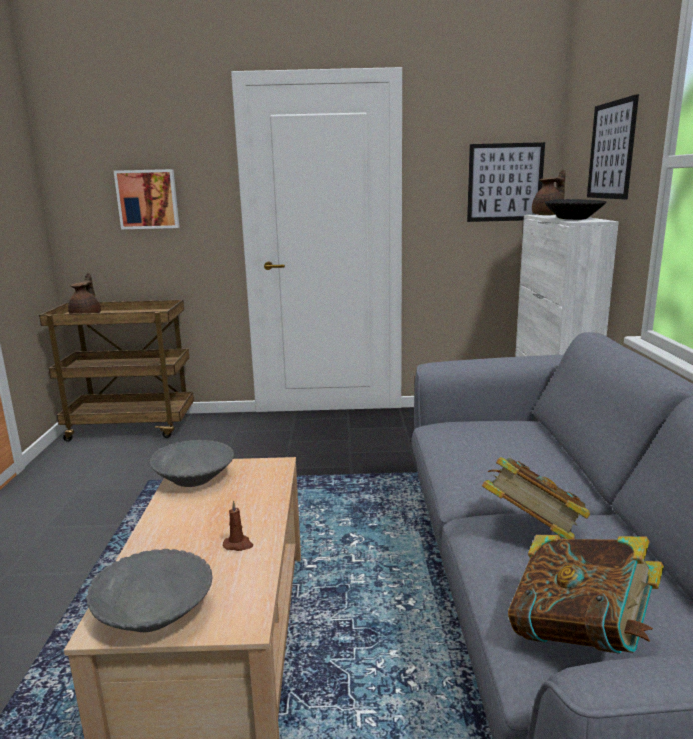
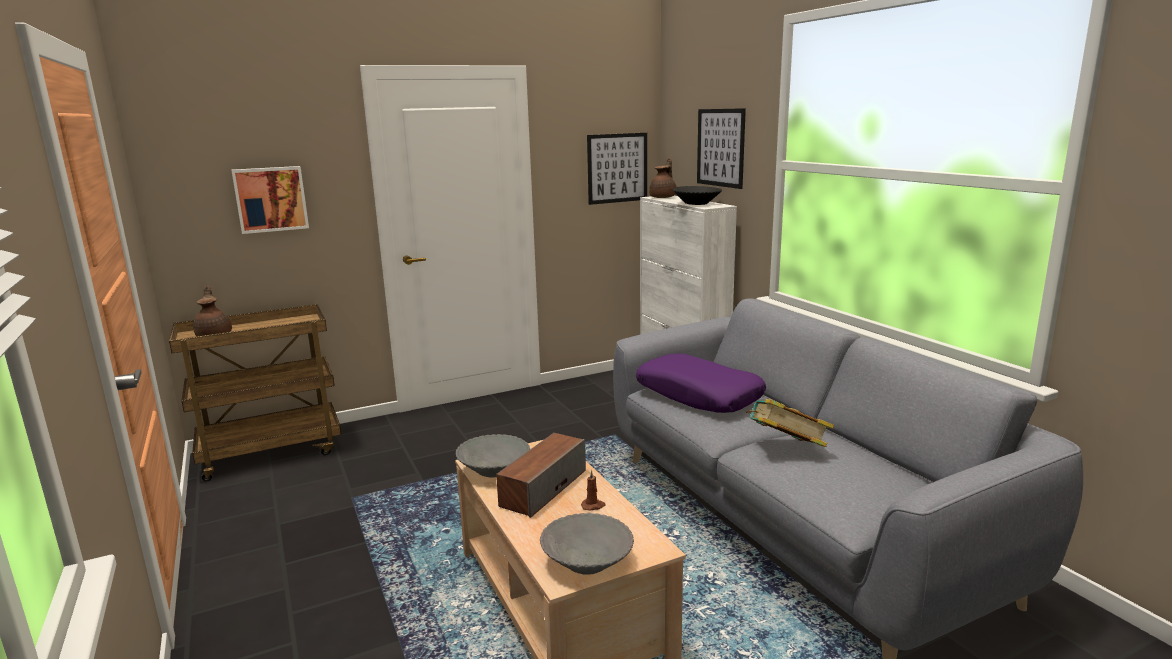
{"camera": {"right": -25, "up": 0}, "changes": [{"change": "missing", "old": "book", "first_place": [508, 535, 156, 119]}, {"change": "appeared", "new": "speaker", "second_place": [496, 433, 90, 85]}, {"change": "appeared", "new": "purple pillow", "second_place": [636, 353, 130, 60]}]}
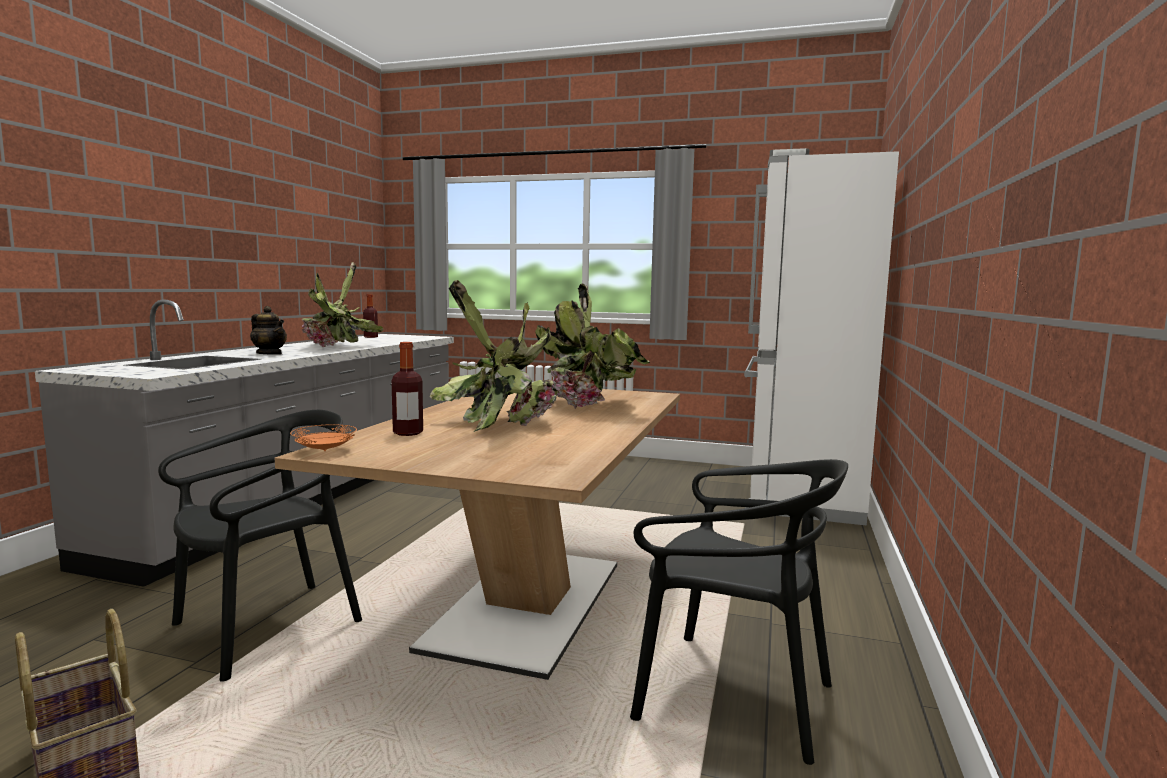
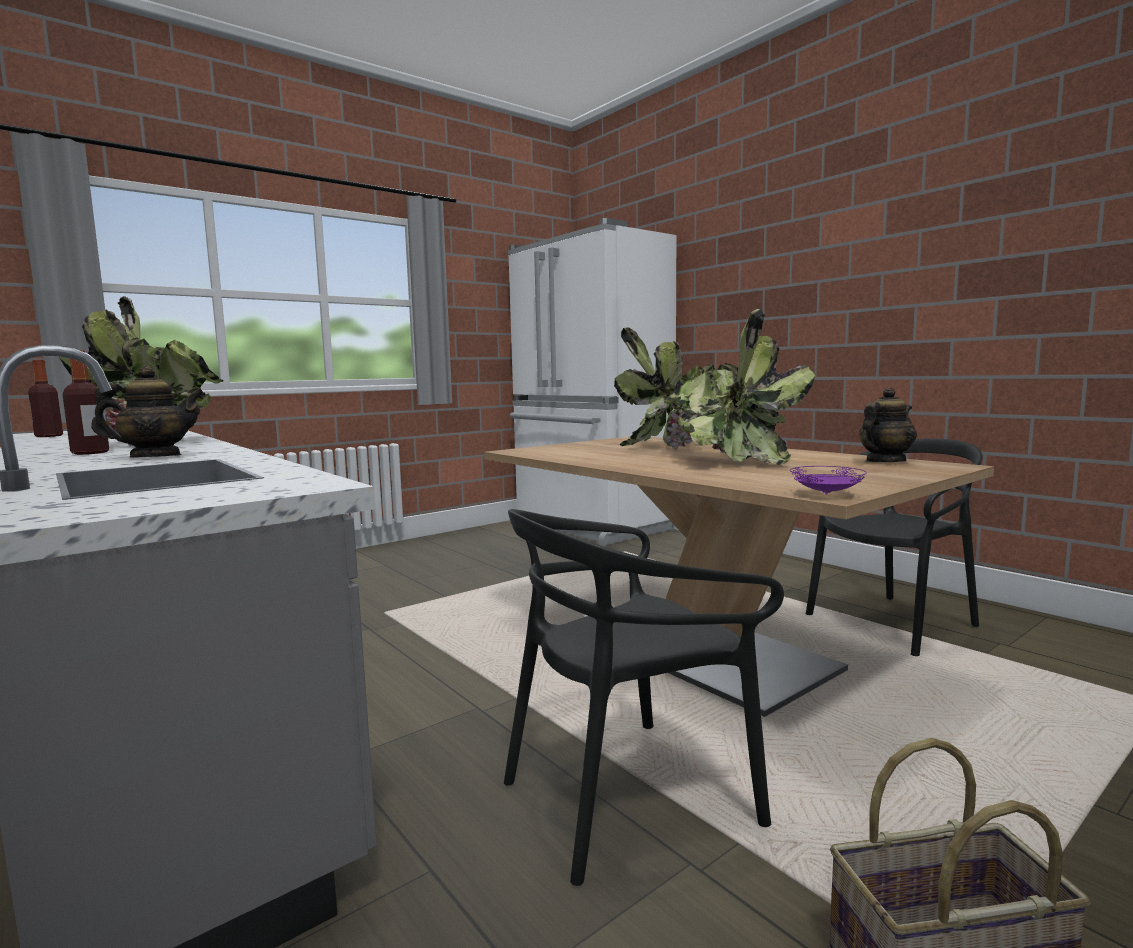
{"camera": {"right": -55, "up": 0}, "changes": [{"change": "appeared", "new": "teapot", "second_place": [859, 387, 58, 75]}, {"change": "relocated", "old": "bottle", "first_place": [391, 342, 32, 94], "second_place": [63, 350, 46, 105]}, {"change": "colour", "old": "orange plate", "new": "purple plate", "first_place": [290, 424, 67, 27], "second_place": [790, 466, 77, 29]}, {"change": "spun", "old": "black chair", "first_place": [158, 410, 204, 272], "second_place": [504, 509, 280, 377], "degrees": -105}]}
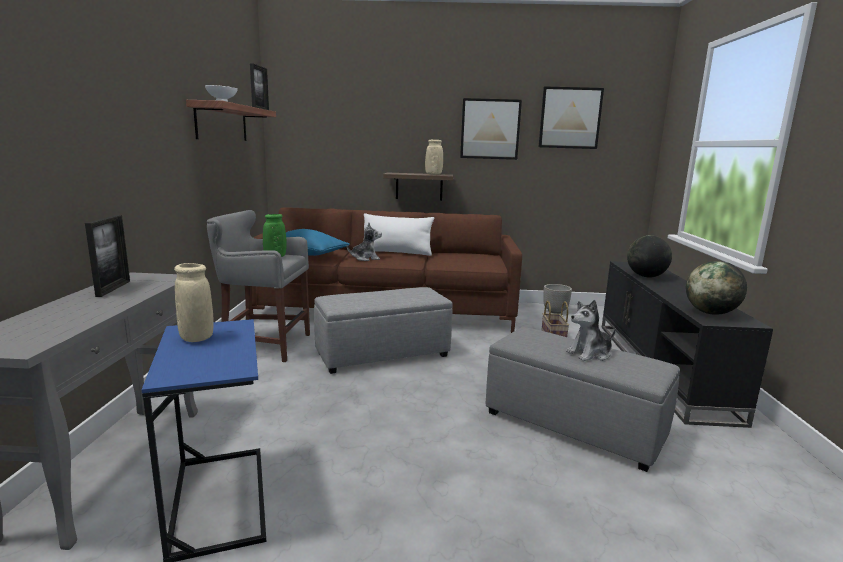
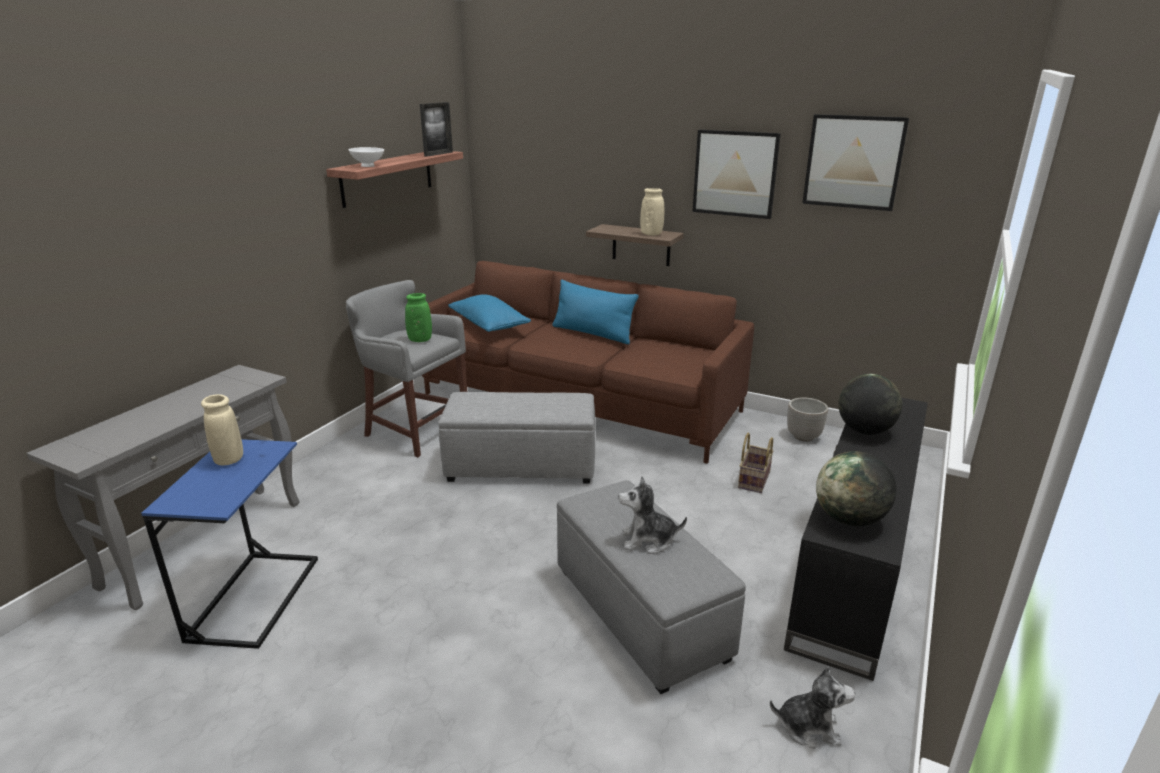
{"camera": {"right": 25, "up": 10}, "changes": [{"change": "missing", "old": "picture frame", "first_place": [85, 215, 45, 82]}, {"change": "relocated", "old": "plush toy", "first_place": [347, 223, 35, 38], "second_place": [770, 666, 85, 83]}, {"change": "colour", "old": "white pillow", "new": "blue pillow", "first_place": [364, 213, 70, 43], "second_place": [552, 279, 87, 65]}]}
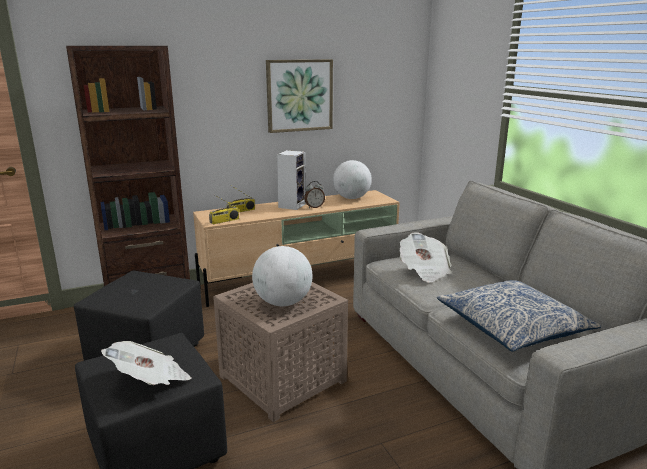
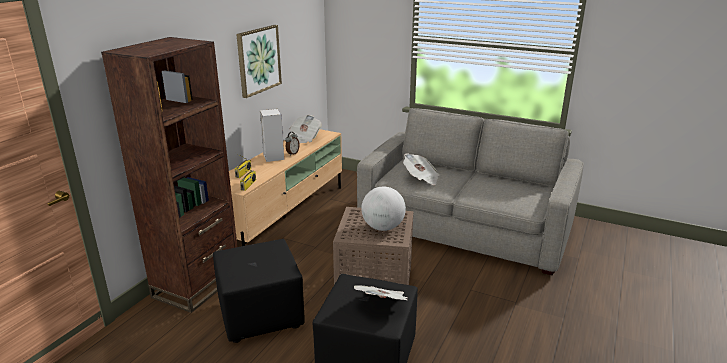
{"camera": {"right": -40, "up": 5}, "changes": [{"change": "missing", "old": "pillow", "first_place": [437, 280, 164, 72]}, {"change": "exchanged", "old": "globe", "new": "newspaper", "first_place": [333, 160, 39, 39], "second_place": [290, 115, 32, 29]}]}
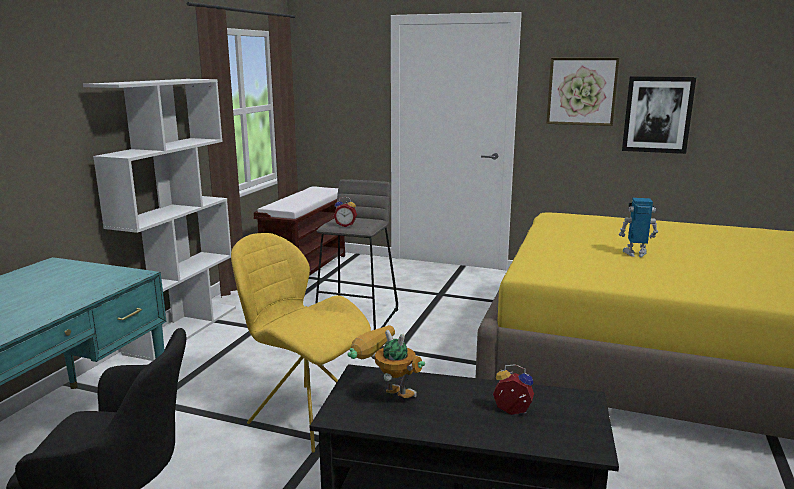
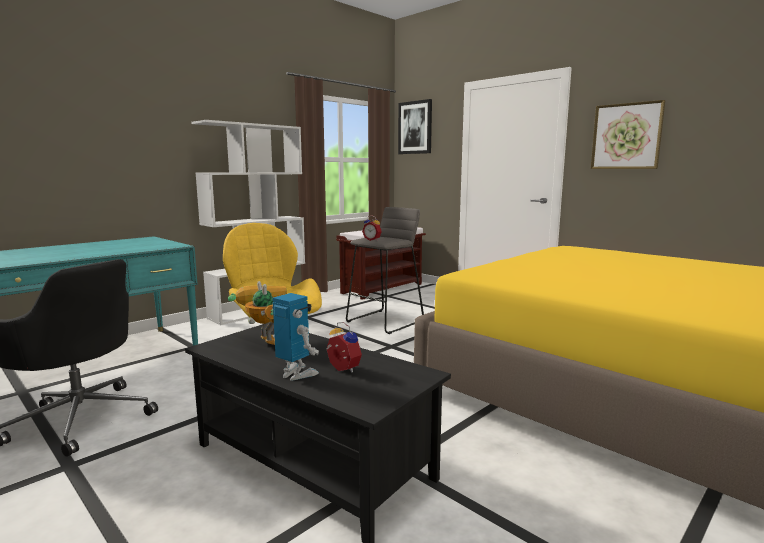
{"camera": {"right": 25, "up": -5}, "changes": [{"change": "relocated", "old": "toy robot", "first_place": [618, 198, 40, 59], "second_place": [272, 293, 47, 88]}, {"change": "relocated", "old": "picture", "first_place": [622, 76, 74, 78], "second_place": [398, 99, 34, 55]}]}
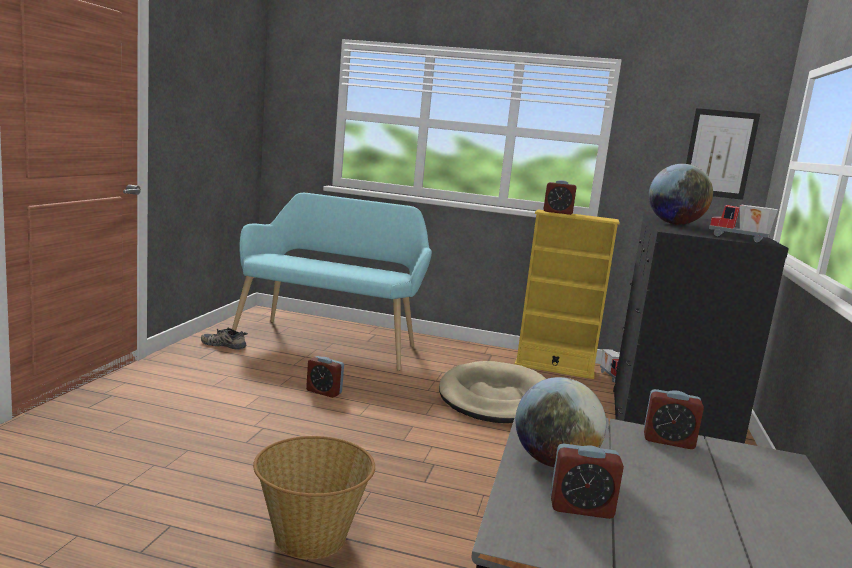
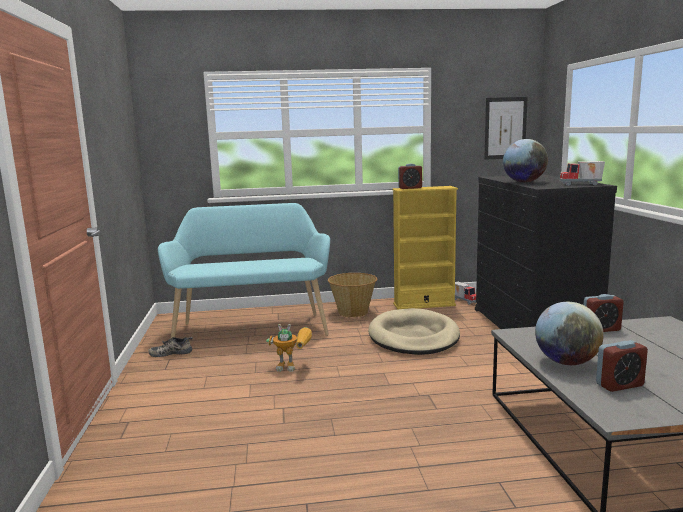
{"camera": {"right": -20, "up": 0}, "changes": [{"change": "relocated", "old": "basket", "first_place": [253, 436, 122, 124], "second_place": [328, 273, 49, 44]}, {"change": "exchanged", "old": "alarm clock", "new": "toy robot", "first_place": [306, 356, 38, 42], "second_place": [266, 324, 46, 48]}]}
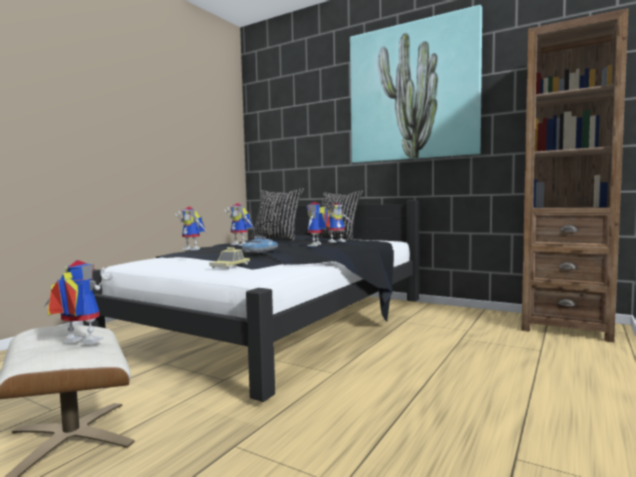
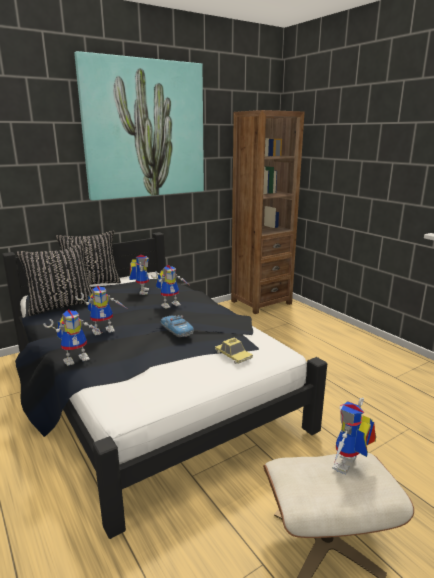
{"camera": {"right": -65, "up": 15}, "changes": [{"change": "spun", "old": "toy robot", "first_place": [307, 202, 23, 45], "second_place": [151, 265, 38, 44], "degrees": -75}]}
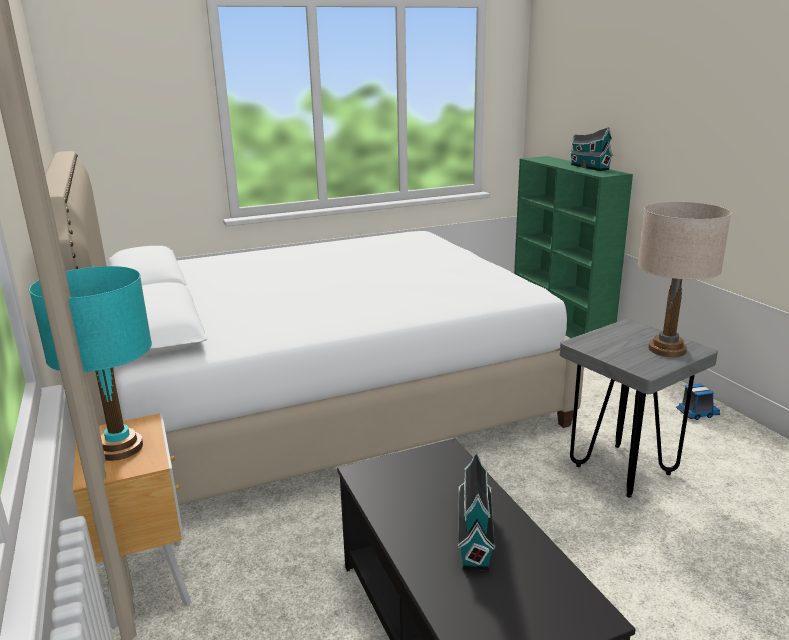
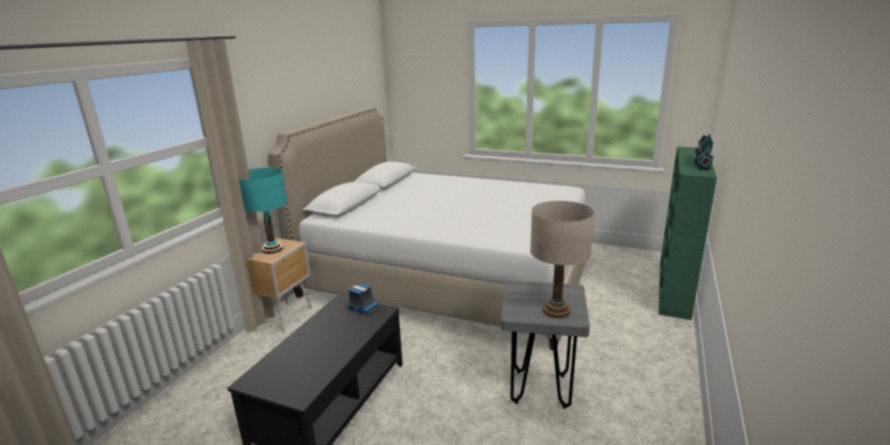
{"camera": {"right": 45, "up": 0}, "changes": [{"change": "missing", "old": "toy house", "first_place": [458, 452, 38, 119]}, {"change": "relocated", "old": "toy truck", "first_place": [676, 384, 44, 36], "second_place": [346, 283, 34, 32]}]}
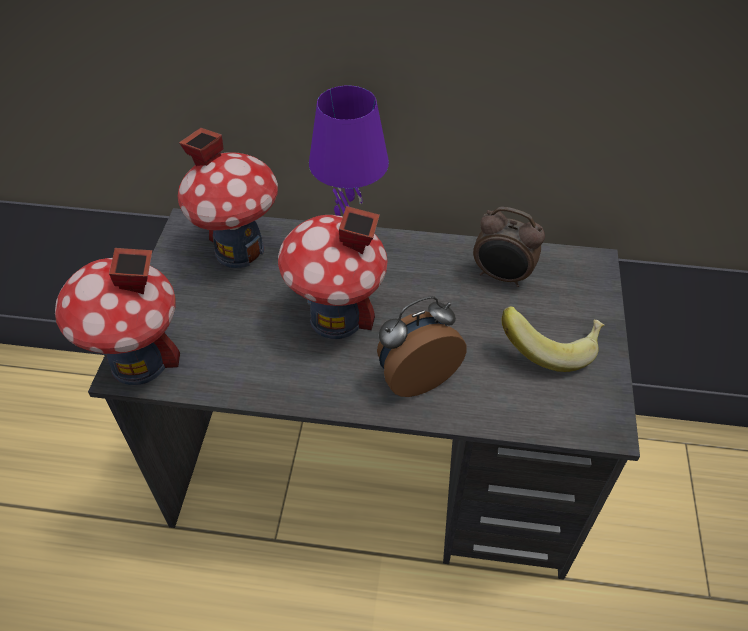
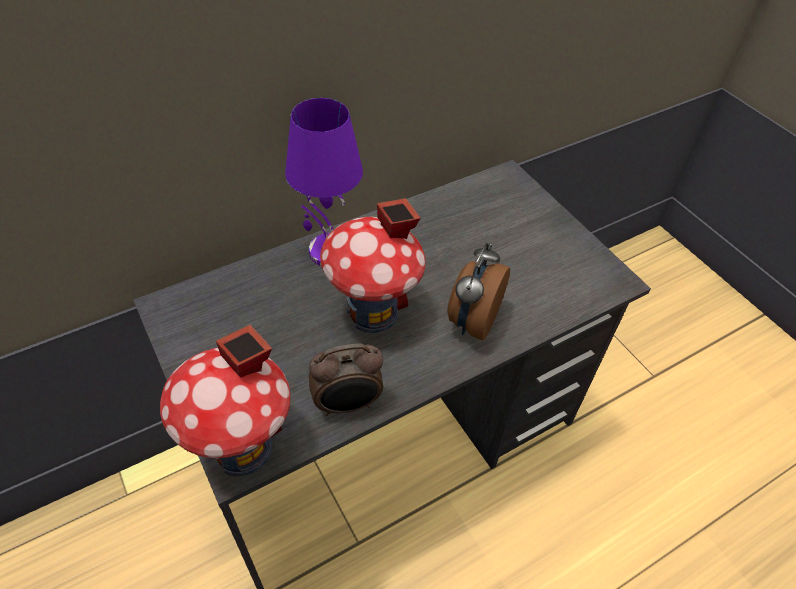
{"camera": {"right": -40, "up": 0}, "changes": [{"change": "missing", "old": "toy house", "first_place": [178, 128, 100, 140]}, {"change": "missing", "old": "banana", "first_place": [502, 306, 102, 66]}, {"change": "relocated", "old": "alarm clock", "first_place": [473, 207, 72, 80], "second_place": [309, 343, 74, 73]}]}
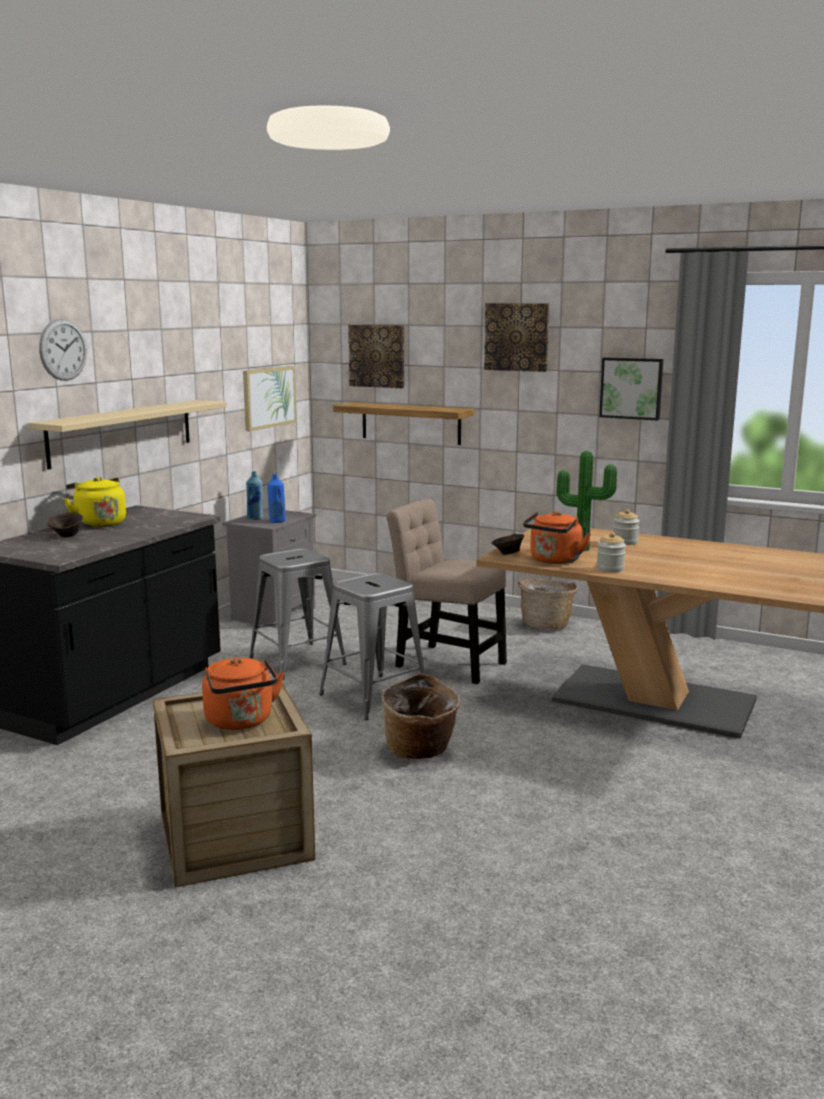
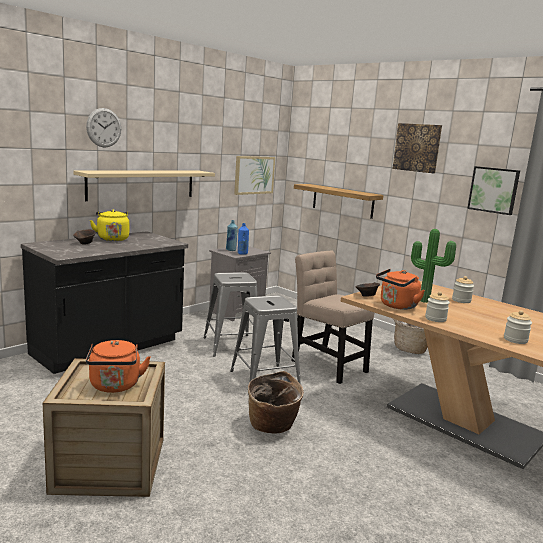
{"camera": {"right": 15, "up": 0}, "changes": [{"change": "missing", "old": "picture", "first_place": [348, 325, 56, 63]}, {"change": "appeared", "new": "jar", "second_place": [504, 310, 28, 34]}]}
